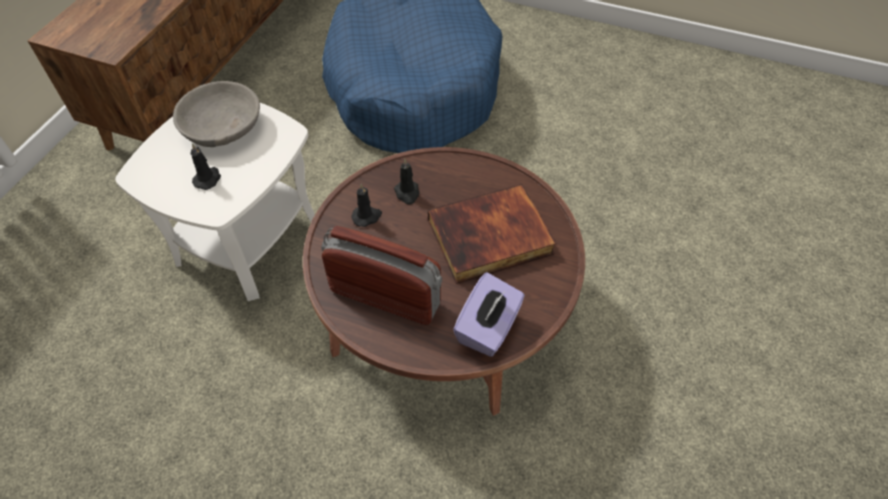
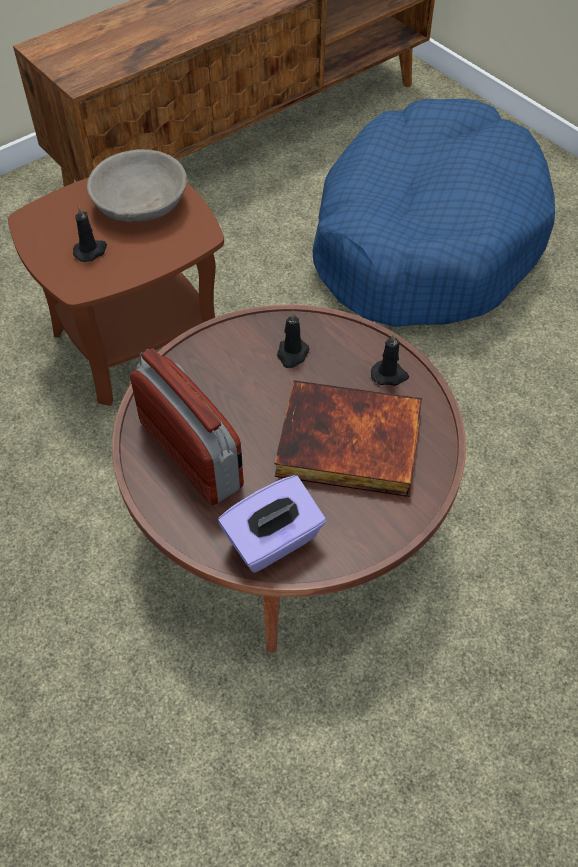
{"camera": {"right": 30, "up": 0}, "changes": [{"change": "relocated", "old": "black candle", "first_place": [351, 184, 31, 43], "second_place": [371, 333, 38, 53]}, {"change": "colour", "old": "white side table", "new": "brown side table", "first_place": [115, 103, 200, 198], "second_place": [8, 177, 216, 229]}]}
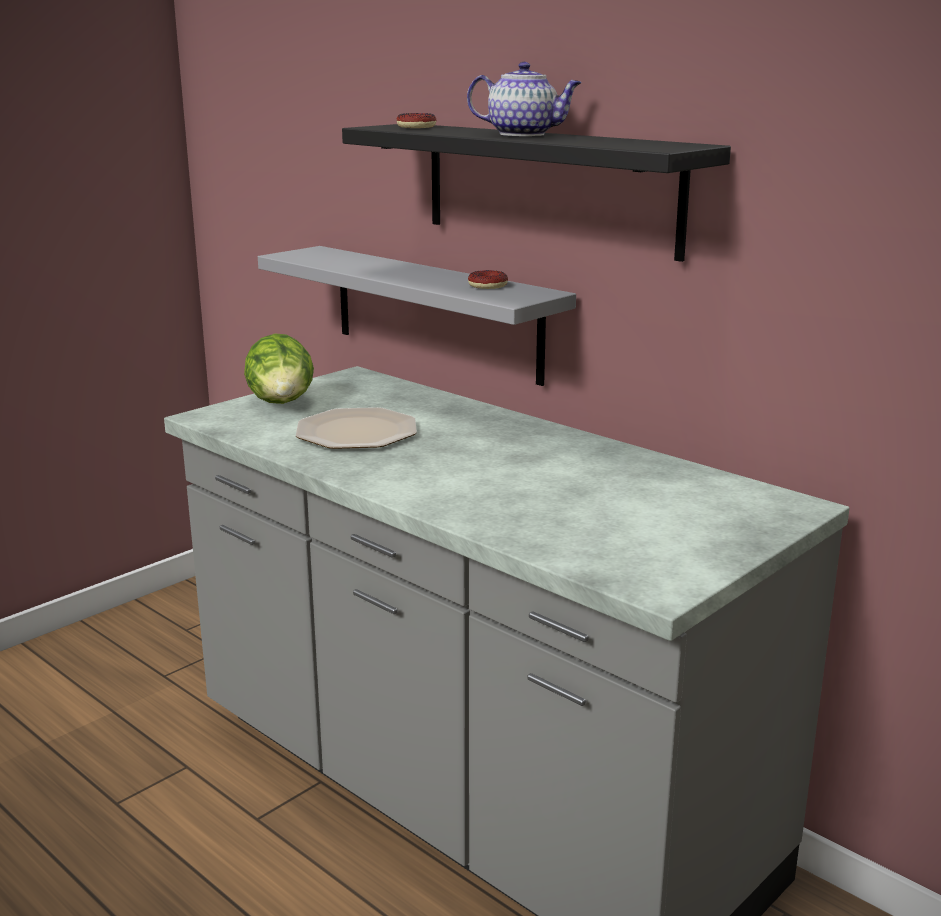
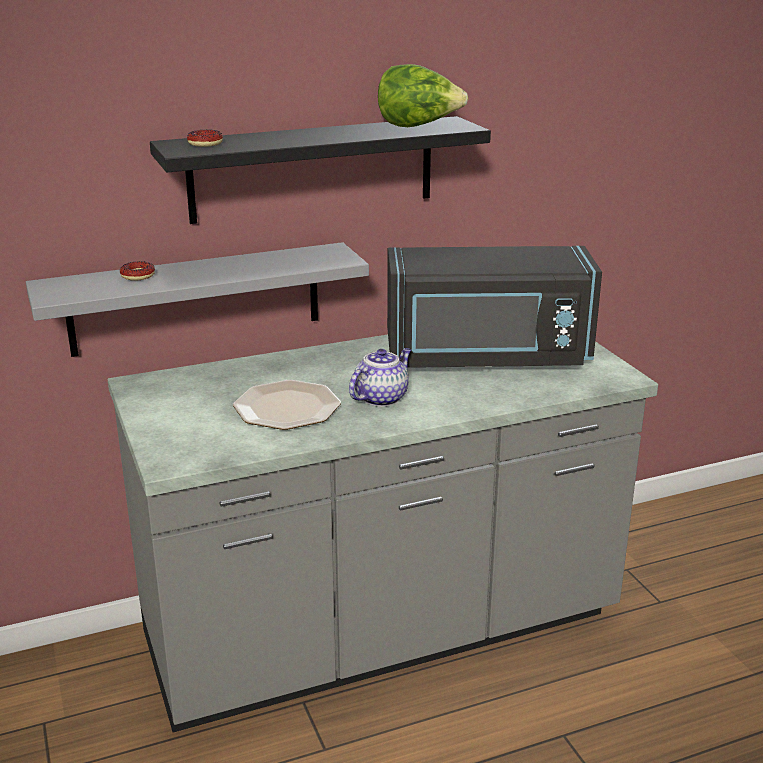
{"camera": {"right": -65, "up": 5}, "changes": [{"change": "appeared", "new": "black microwave", "second_place": [387, 246, 215, 122]}, {"change": "relocated", "old": "lettuce", "first_place": [244, 333, 70, 71], "second_place": [378, 64, 90, 63]}, {"change": "relocated", "old": "teapot", "first_place": [467, 62, 115, 74], "second_place": [349, 348, 62, 59]}, {"change": "relocated", "old": "donut", "first_place": [468, 270, 40, 19], "second_place": [120, 261, 35, 20]}]}
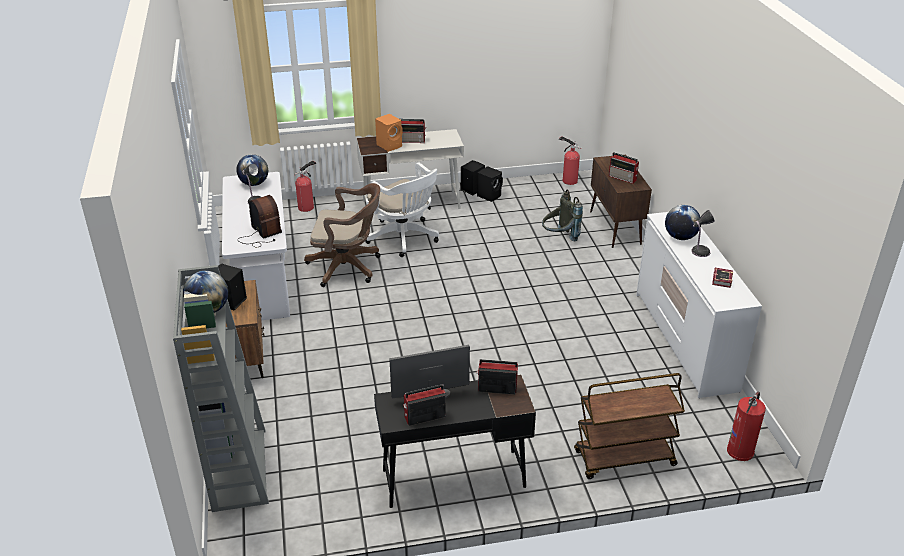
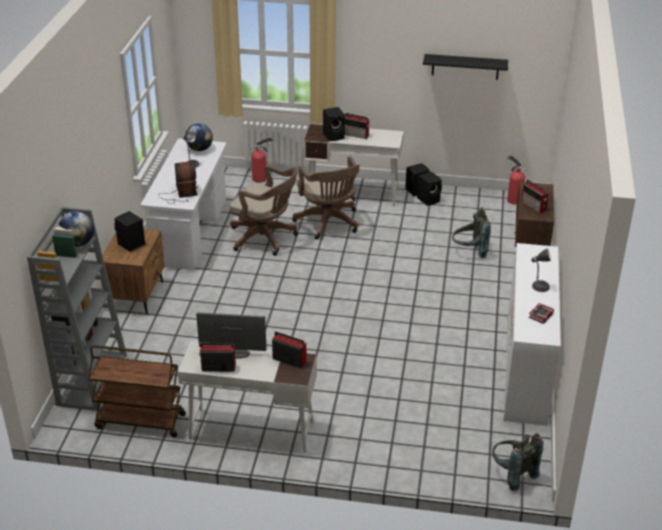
{"camera": {"right": 20, "up": 0}, "changes": [{"change": "missing", "old": "globe", "first_place": [665, 205, 36, 35]}, {"change": "appeared", "new": "black shelf", "second_place": [423, 54, 85, 26]}, {"change": "relocated", "old": "brown cart", "first_place": [574, 373, 111, 106], "second_place": [88, 345, 98, 93]}, {"change": "exchanged", "old": "fire extinguisher", "new": "grey backpack", "first_place": [727, 391, 39, 70], "second_place": [492, 434, 52, 57]}, {"change": "colour", "old": "white office chair", "new": "brown office chair", "first_place": [366, 162, 73, 95], "second_place": [292, 156, 68, 83]}, {"change": "colour", "old": "black desk", "new": "white desk", "first_place": [374, 375, 162, 133], "second_place": [178, 341, 139, 112]}, {"change": "colour", "old": "orange speaker", "new": "black speaker", "first_place": [375, 114, 28, 38], "second_place": [323, 107, 22, 34]}]}
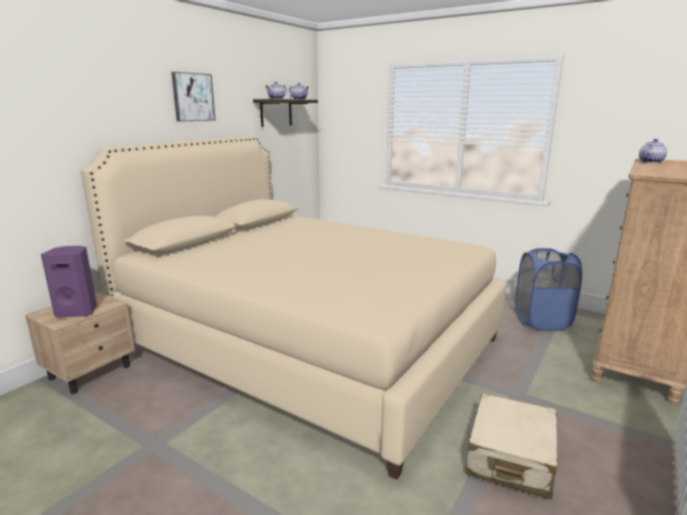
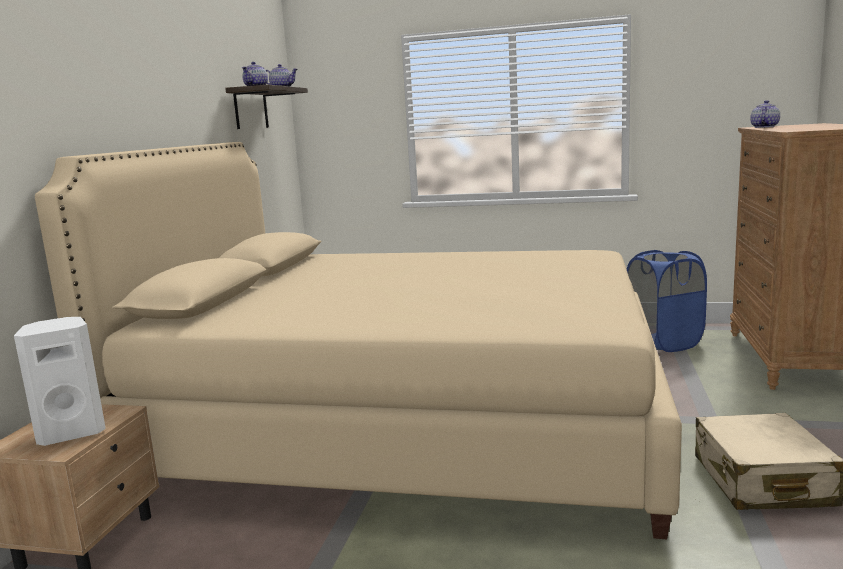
{"camera": {"right": -20, "up": -5}, "changes": [{"change": "missing", "old": "picture", "first_place": [171, 72, 44, 50]}, {"change": "colour", "old": "purple speaker", "new": "white speaker", "first_place": [41, 246, 56, 72], "second_place": [14, 317, 92, 129]}]}
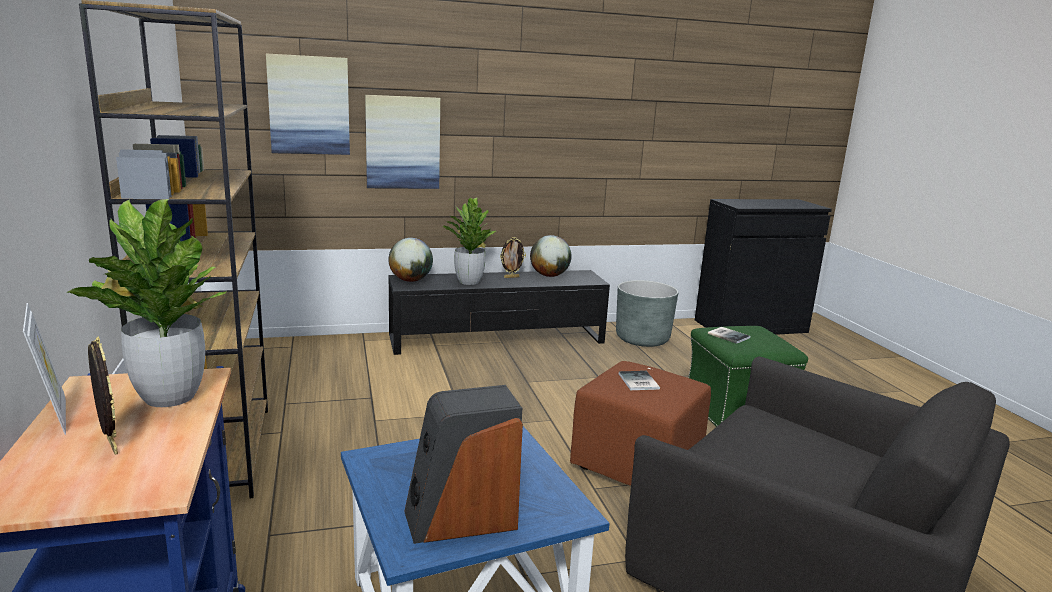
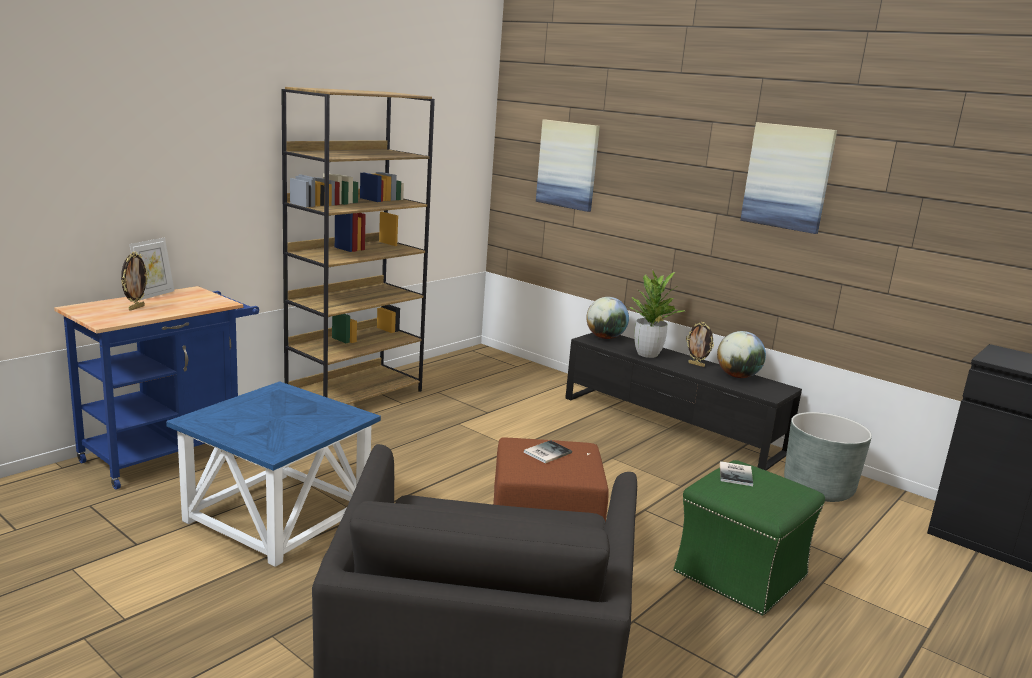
{"camera": {"right": 55, "up": 0}, "changes": [{"change": "missing", "old": "potted plant", "first_place": [66, 199, 161, 208]}, {"change": "missing", "old": "speaker", "first_place": [404, 385, 119, 159]}, {"change": "relocated", "old": "picture", "first_place": [365, 95, 75, 94], "second_place": [740, 122, 97, 112]}]}
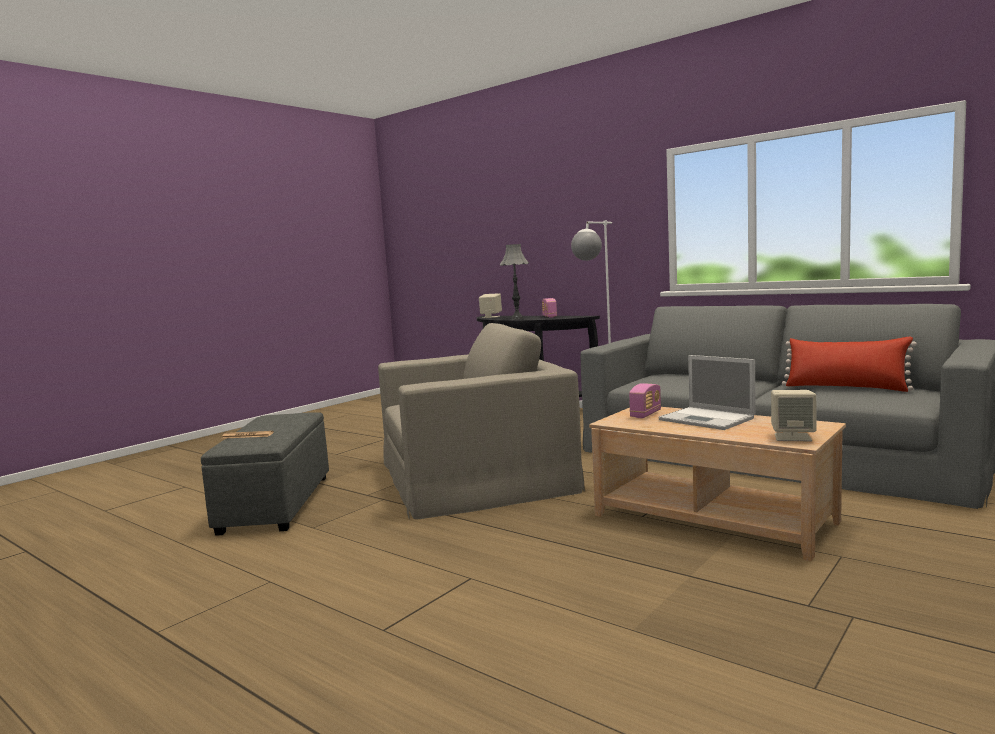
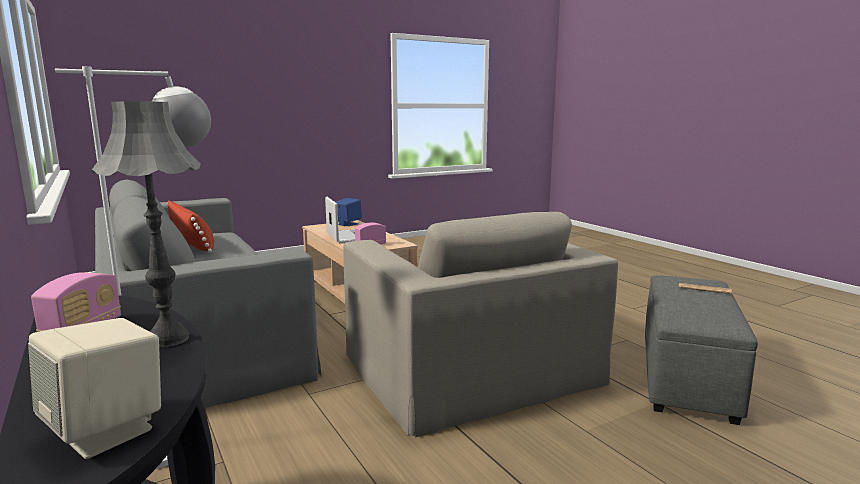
{"camera": {"right": -160, "up": 5}, "changes": [{"change": "colour", "old": "beige speaker", "new": "blue speaker", "first_place": [771, 390, 46, 51], "second_place": [336, 198, 26, 28]}, {"change": "spun", "old": "beige armchair", "first_place": [378, 323, 207, 197], "second_place": [343, 212, 275, 226], "degrees": -120}]}
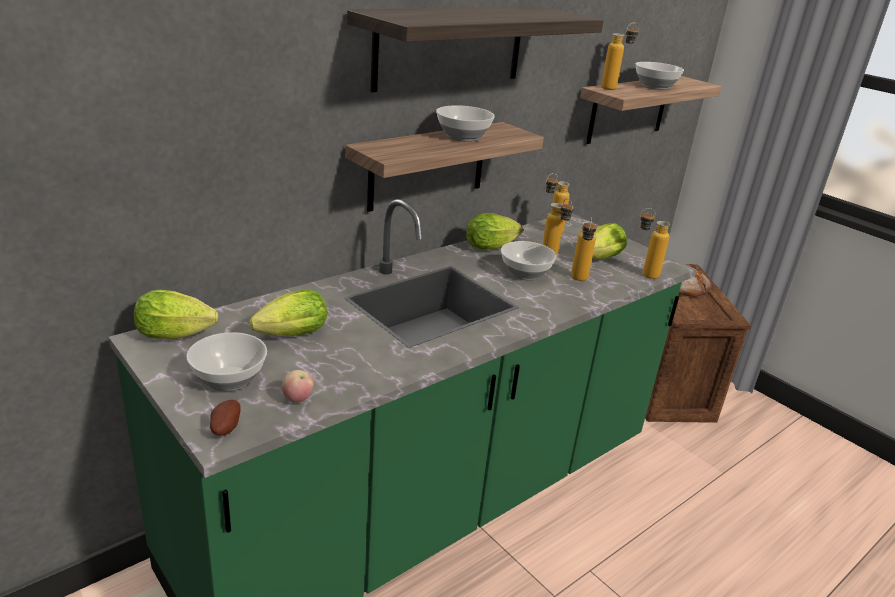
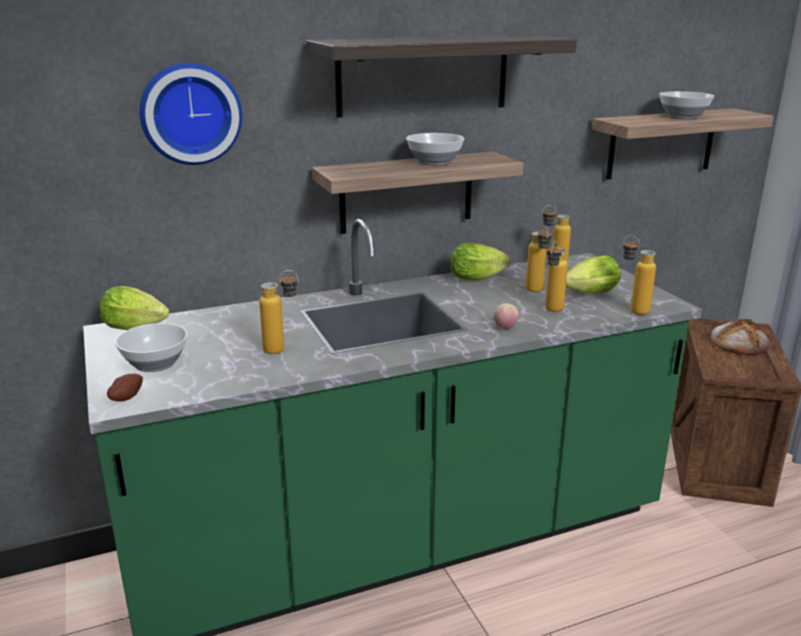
{"camera": {"right": 20, "up": -5}, "changes": [{"change": "missing", "old": "lettuce", "first_place": [249, 290, 78, 46]}, {"change": "missing", "old": "bowl", "first_place": [501, 241, 55, 40]}, {"change": "appeared", "new": "wall clock", "second_place": [139, 63, 103, 102]}, {"change": "relocated", "old": "apple", "first_place": [282, 370, 32, 32], "second_place": [494, 303, 25, 26]}, {"change": "relocated", "old": "bottle", "first_place": [601, 23, 38, 67], "second_place": [259, 270, 39, 84]}]}
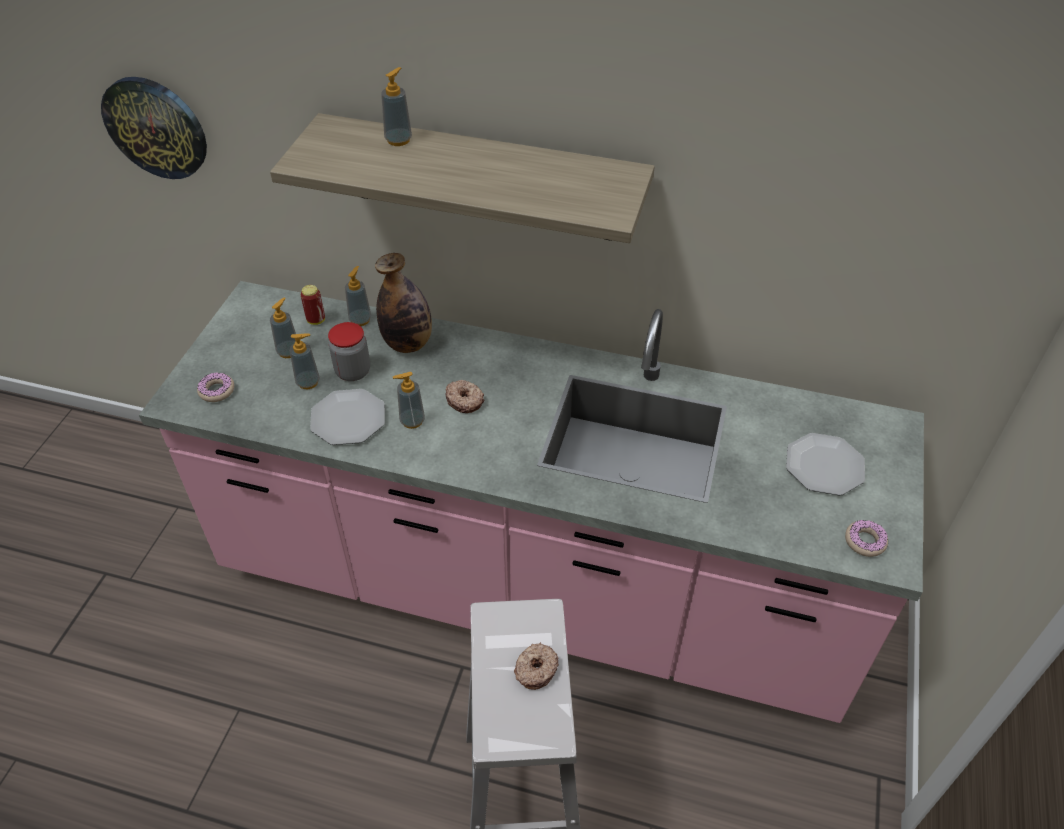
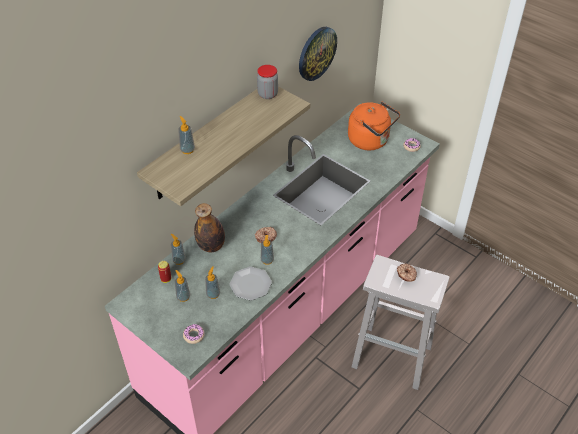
{"camera": {"right": -65, "up": 0}, "changes": [{"change": "relocated", "old": "wall clock", "first_place": [101, 77, 106, 102], "second_place": [299, 27, 38, 54]}, {"change": "relocated", "old": "jar", "first_place": [328, 322, 42, 59], "second_place": [257, 65, 21, 34]}, {"change": "exchanged", "old": "plate", "new": "orange kettle", "first_place": [786, 433, 79, 63], "second_place": [348, 101, 52, 49]}]}
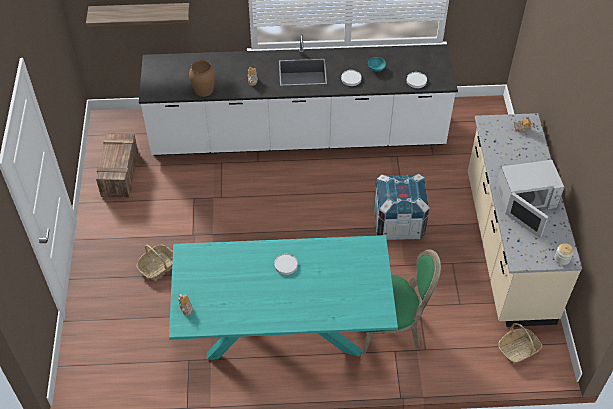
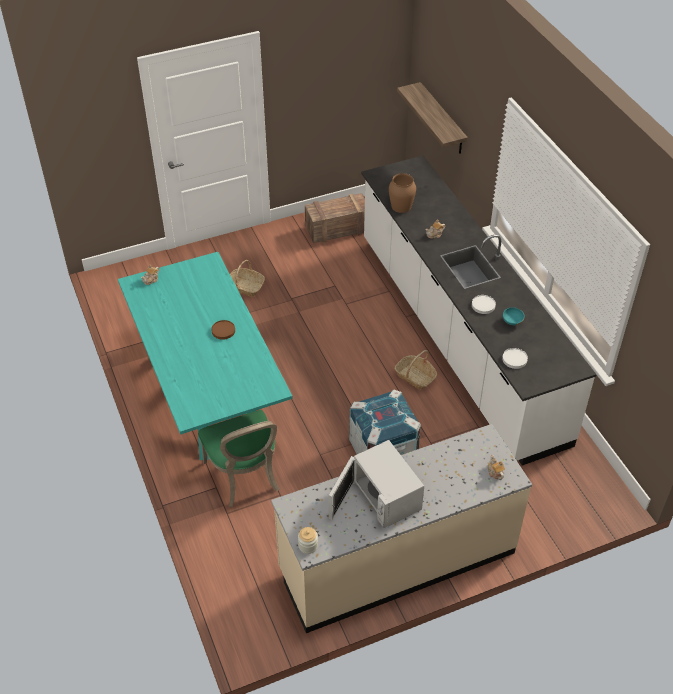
{"camera": {"right": 70, "up": -5}, "changes": [{"change": "relocated", "old": "basket", "first_place": [498, 323, 44, 41], "second_place": [394, 350, 43, 40]}, {"change": "colour", "old": "white plate", "new": "brown plate", "first_place": [274, 254, 24, 21], "second_place": [211, 320, 24, 20]}]}
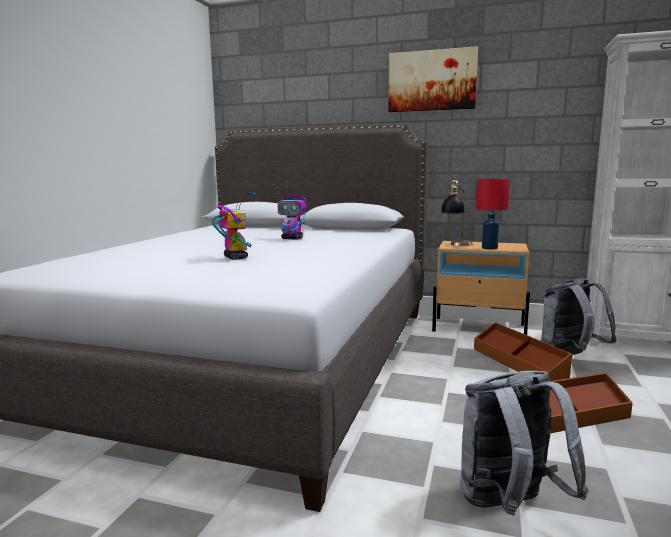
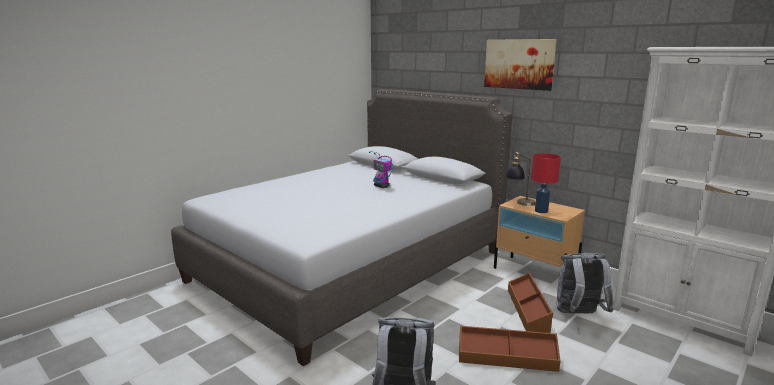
{"camera": {"right": 25, "up": 5}, "changes": [{"change": "missing", "old": "toy robot", "first_place": [212, 192, 44, 68]}]}
